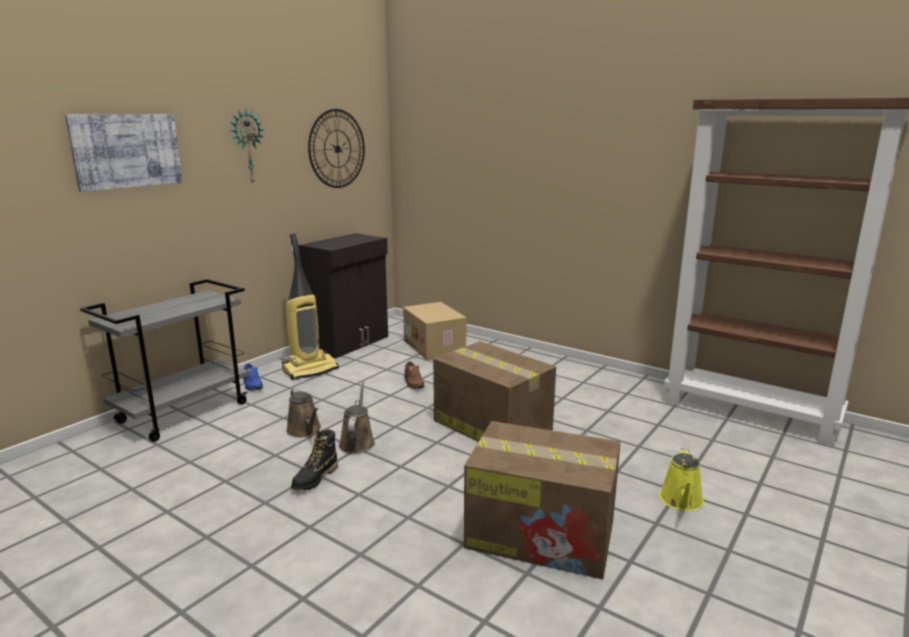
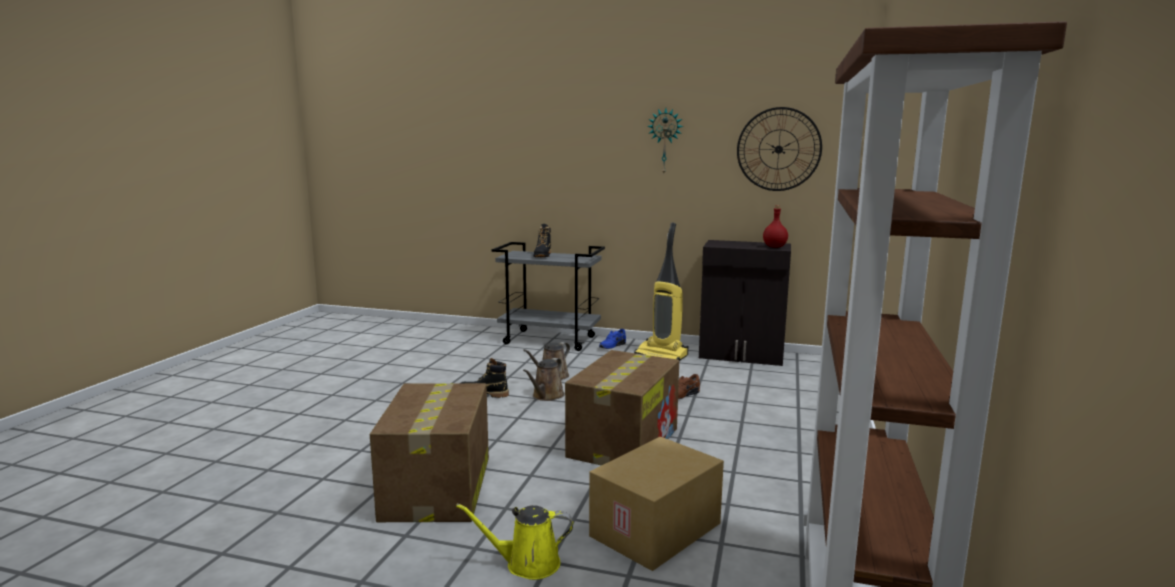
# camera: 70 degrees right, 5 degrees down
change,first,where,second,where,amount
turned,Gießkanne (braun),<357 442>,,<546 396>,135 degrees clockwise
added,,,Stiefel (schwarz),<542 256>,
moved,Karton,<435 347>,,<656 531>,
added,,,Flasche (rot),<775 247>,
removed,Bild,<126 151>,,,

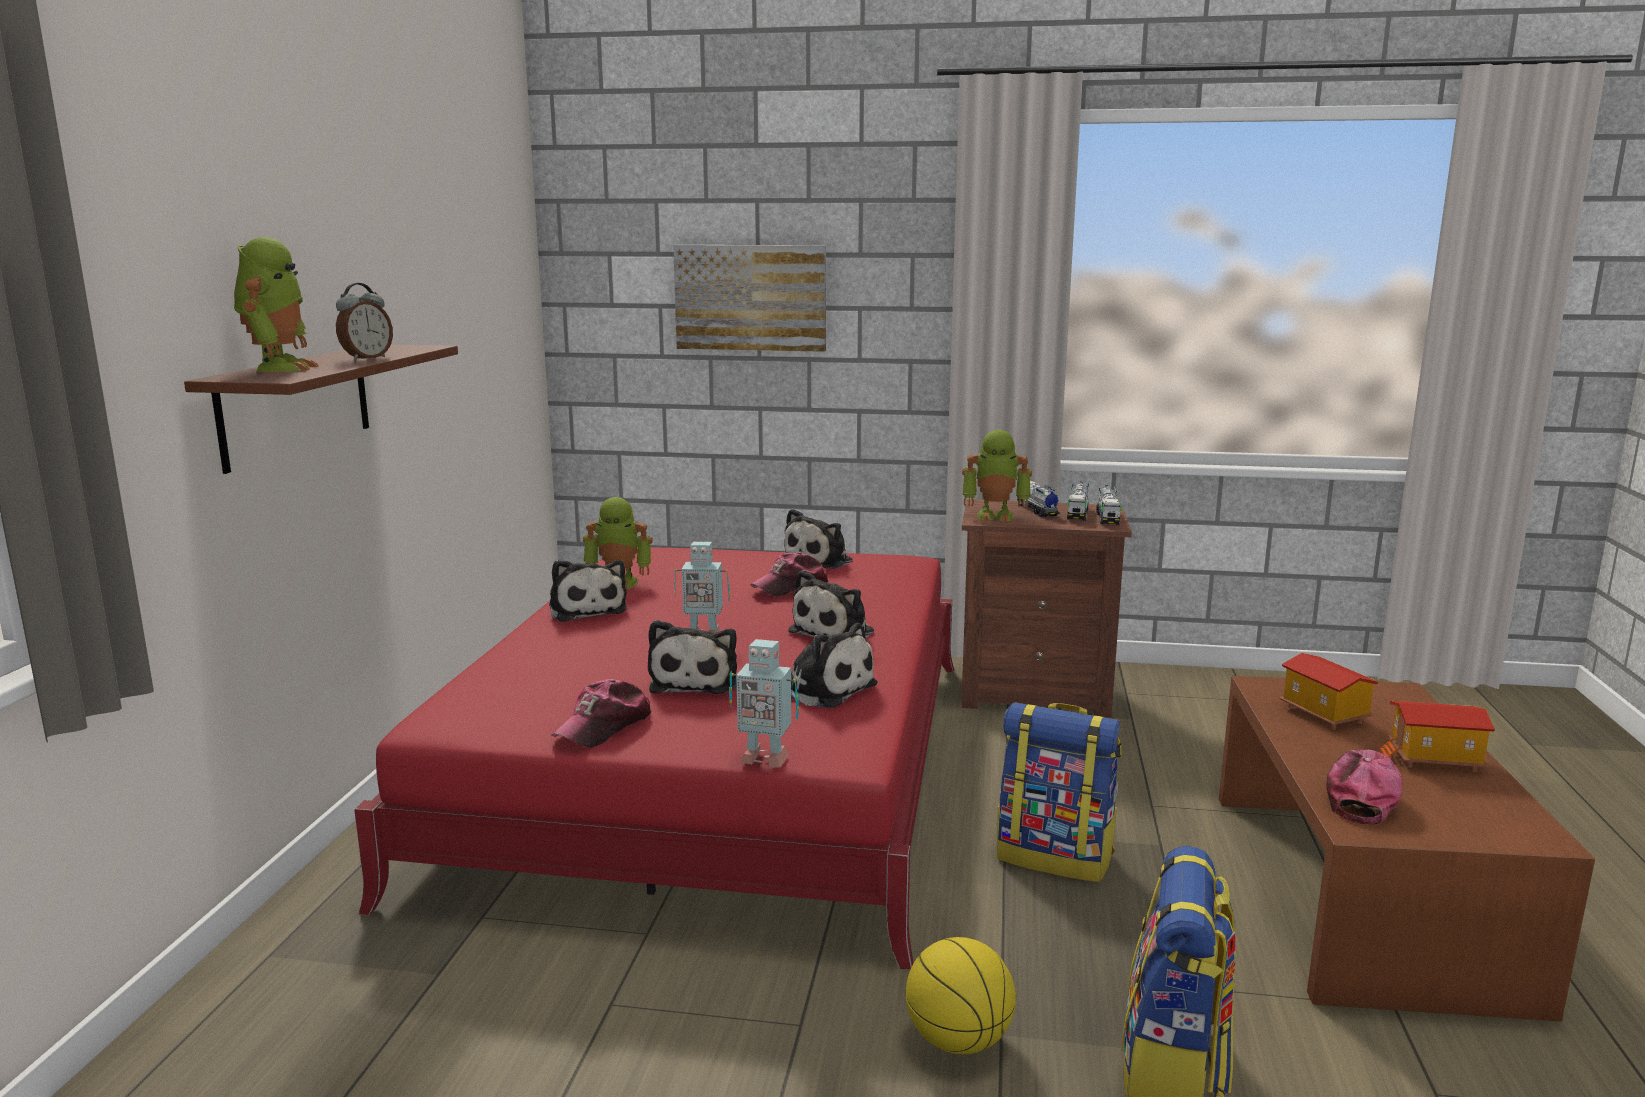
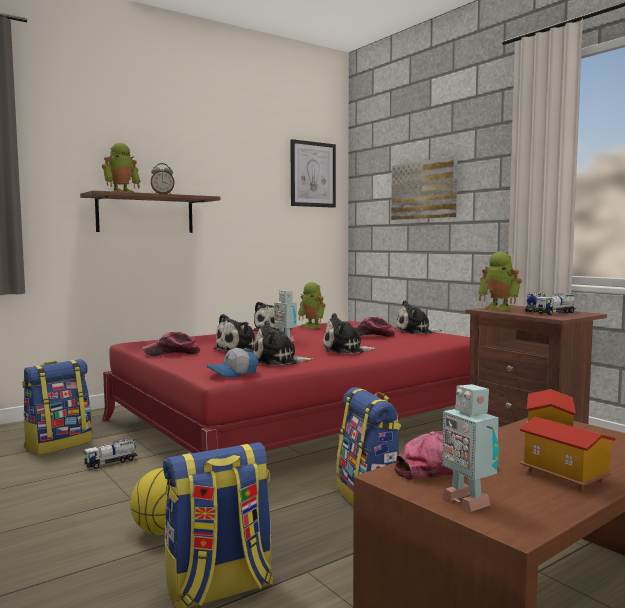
# camera: 45 degrees right, 10 degrees down
change,first,where,second,where,amount
added,,,Rucksack,<59 444>,
moved,Spielzeuglaster,<1107 518>,,<111 462>,
added,,,Kappe,<233 374>,
turned,Plüschtier,<824 688>,,<278 361>,90 degrees clockwise
added,,,Bild,<312 174>,
moved,Spielzeugroboter,<764 758>,,<467 500>,

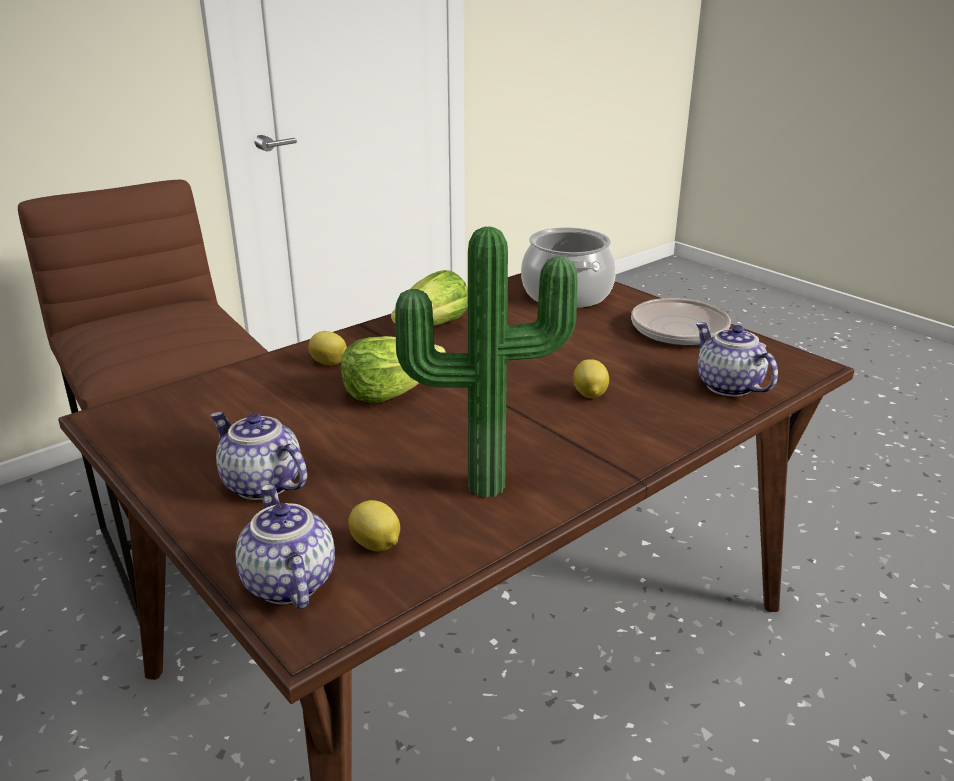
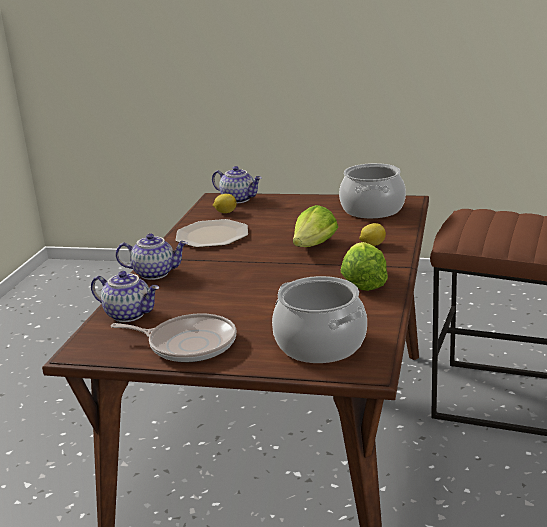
# camera: 145 degrees right, 5 degrees down
change,first,where,second,where,amount
moved,Teekanne,<260 485>,,<155 273>,
replaced,Topfpflanze,<484 482>,Teller,<212 236>,
added,,,Kochtopf,<373 210>,
removed,Zitrone,<589 395>,,,

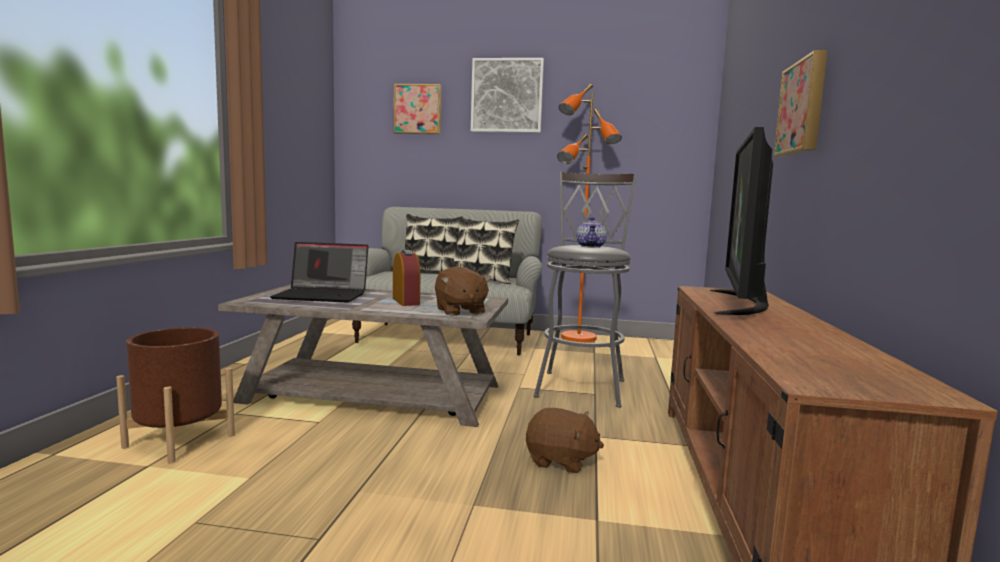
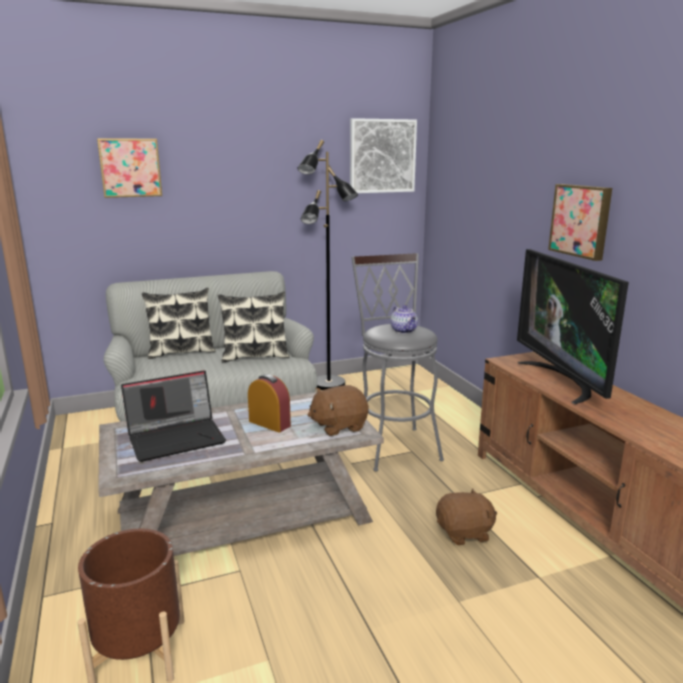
# camera: 30 degrees left, 10 degrees up
change,first,where,second,where,amount
recoloured,Stehlampe (orange),<578 338>,Stehlampe (schwarz),<329 384>,
turned,Plüschtier (braun),<459 311>,,<338 426>,120 degrees clockwise
moved,Bild,<507 96>,,<382 156>,

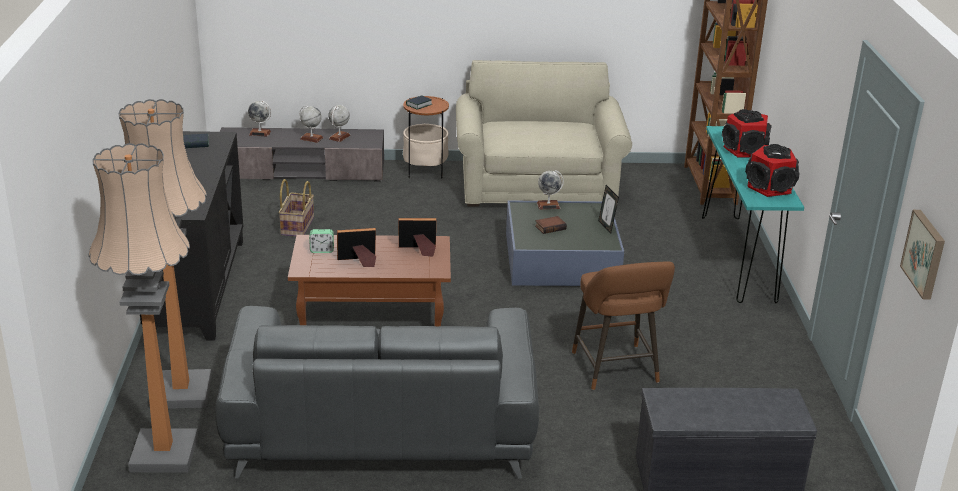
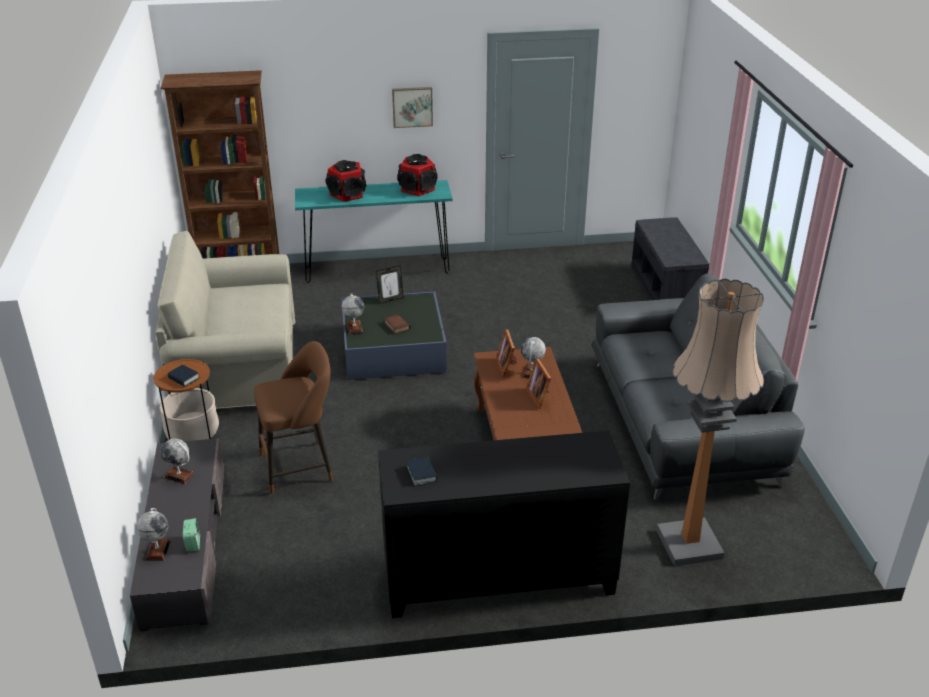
# camera: 95 degrees left, 5 degrees up
change,first,where,second,where,amount
moved,Wecker,<322 250>,,<193 543>,
moved,Hocker (braun),<616 370>,,<301 467>,
moved,Bild,<925 254>,,<412 106>,
moved,Globus,<311 138>,,<532 372>,
removed,Stehlampe,<164 454>,,,
removed,Korb,<296 226>,,,

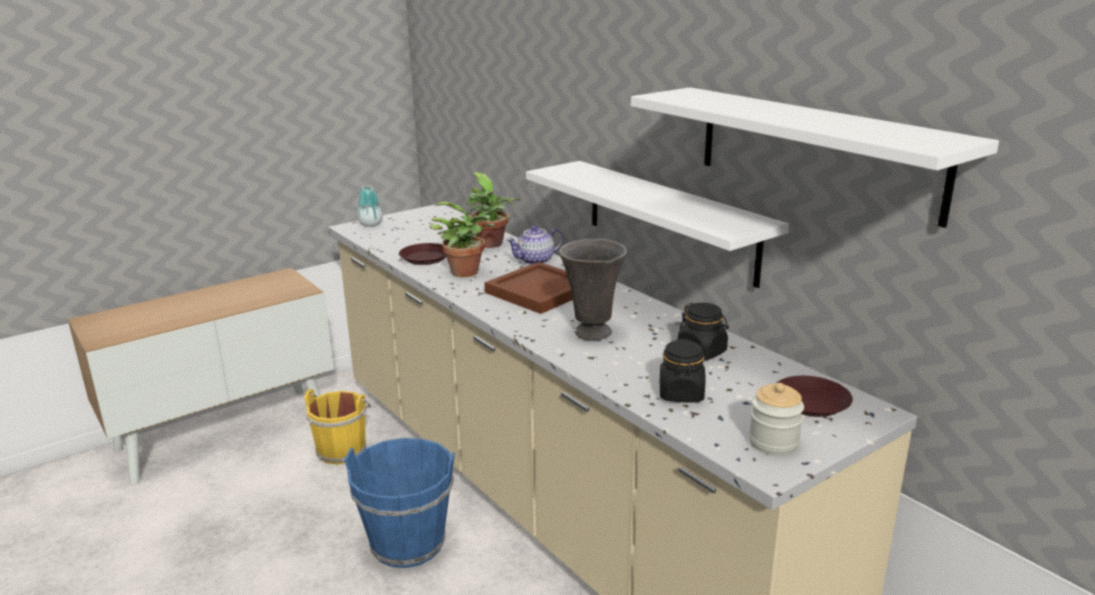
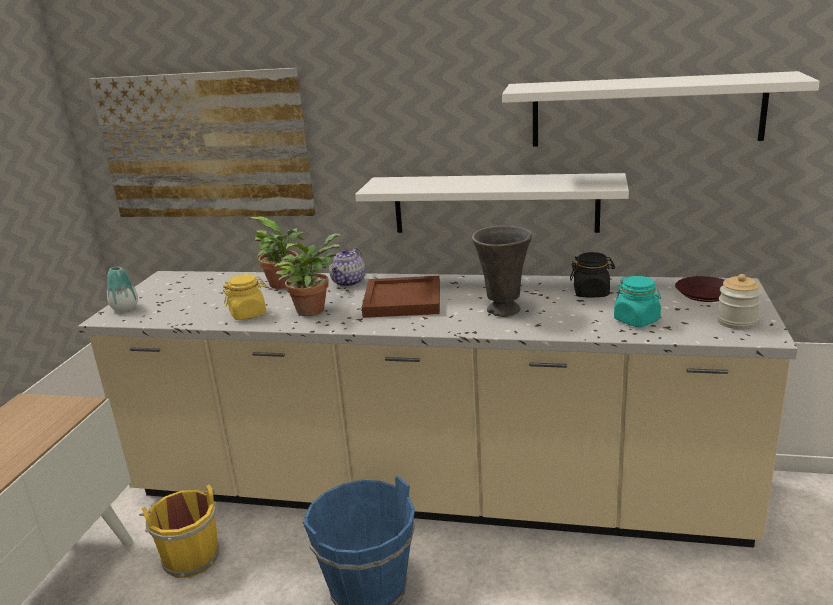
# camera: 40 degrees left, 0 degrees up
change,first,where,second,where,amount
added,,,Bild,<204 146>,
replaced,Teller (braun),<424 258>,Vorratsglas (gelb),<248 314>,
recoloured,Vorratsglas (schwarz),<681 394>,Vorratsglas (türkis),<637 320>,

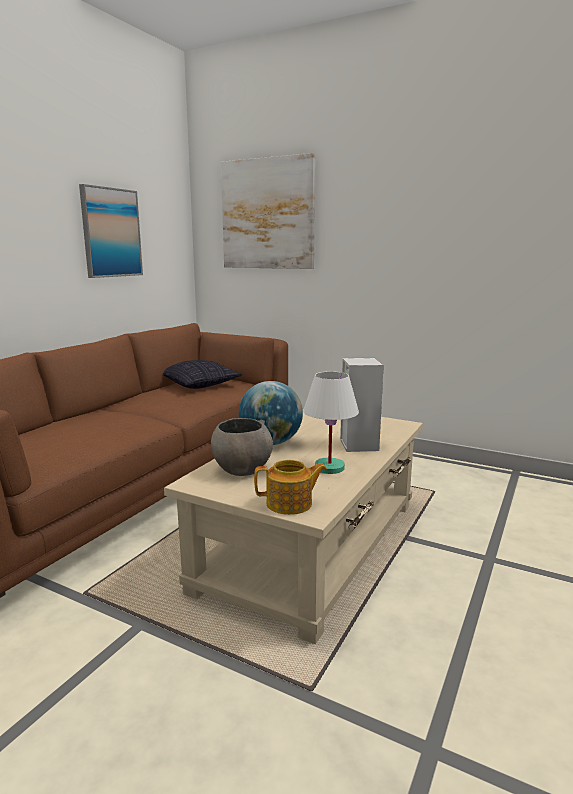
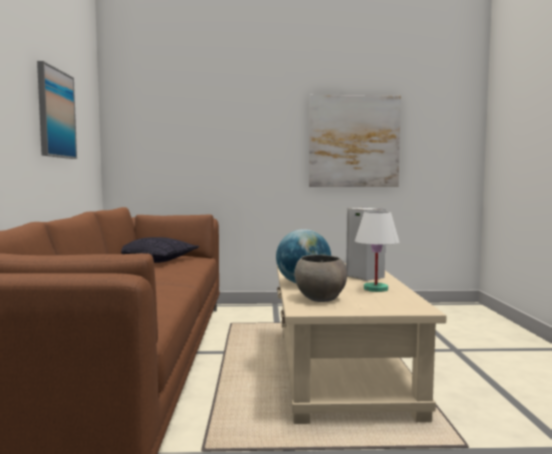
# camera: 30 degrees left, 10 degrees down
change,first,where,second,where,amount
moved,Bild,<268 214>,,<354 141>,
removed,Teekanne,<290 504>,,,

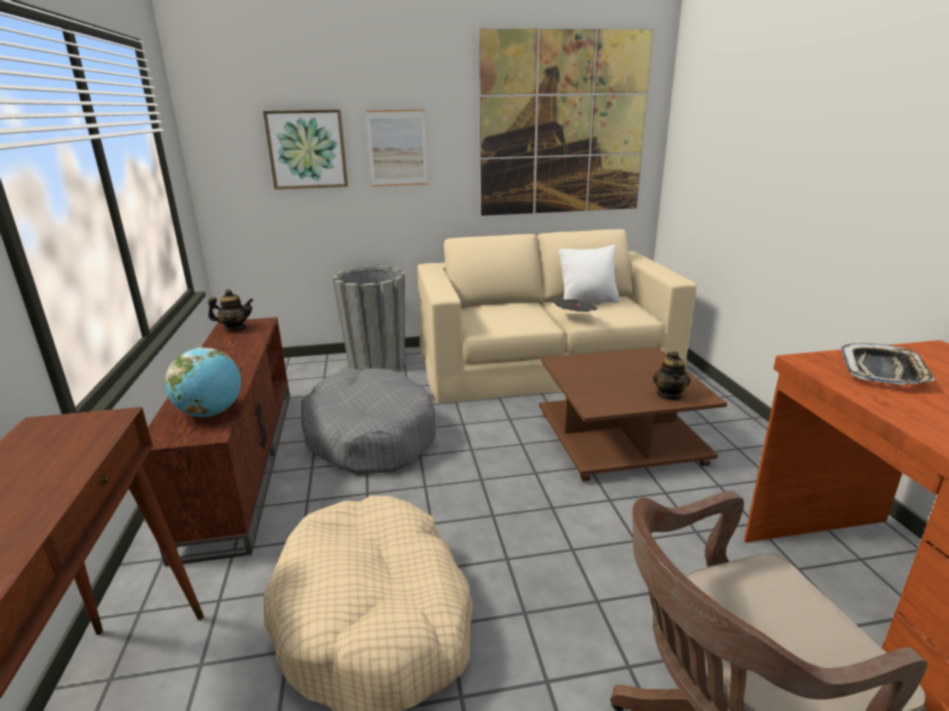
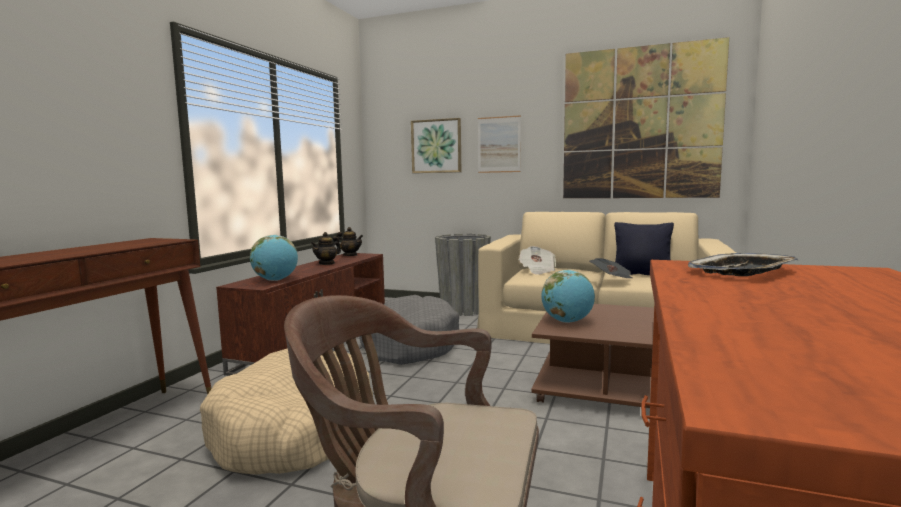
# camera: 30 degrees right, 15 degrees down
change,first,where,second,where,amount
moved,Teekanne,<669 395>,,<327 263>,
added,,,Zeitung,<537 271>,
added,,,Globus,<567 322>,
recoloured,Kissen (weiß),<588 302>,Kissen (schwarz),<642 274>,

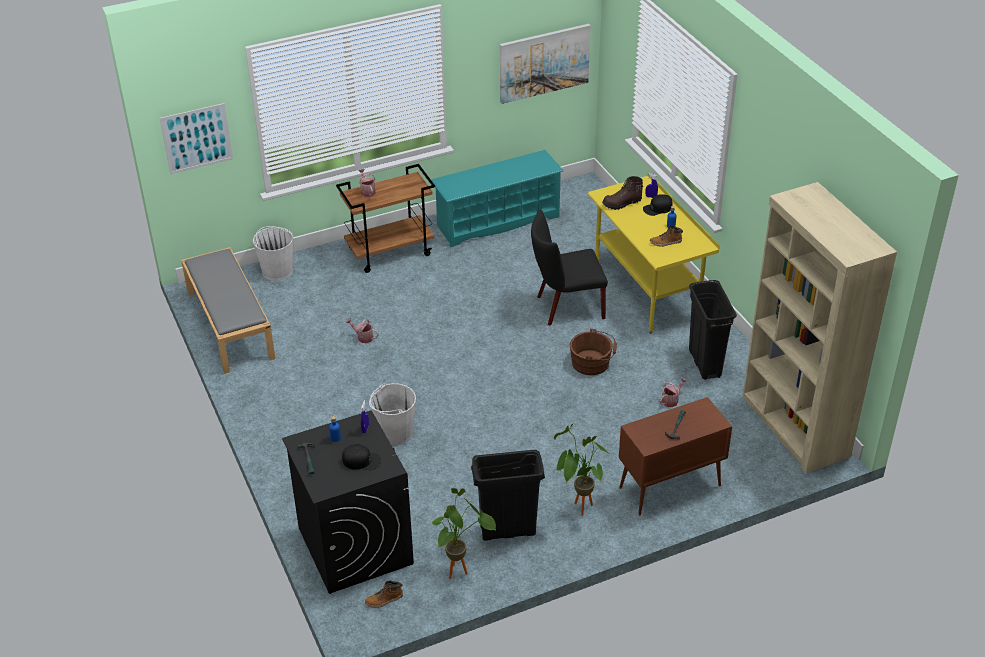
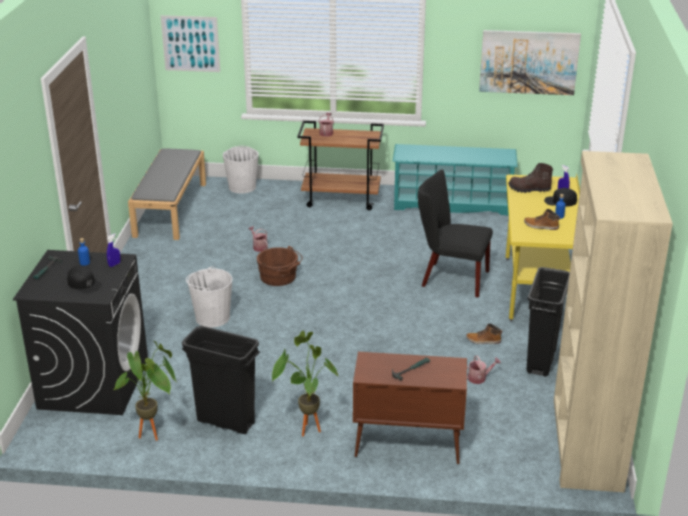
# camera: 30 degrees right, 10 degrees down
change,first,where,second,where,amount
moved,Eimer (braun),<592 363>,,<279 277>,
moved,Stiefel,<384 600>,,<483 341>,

